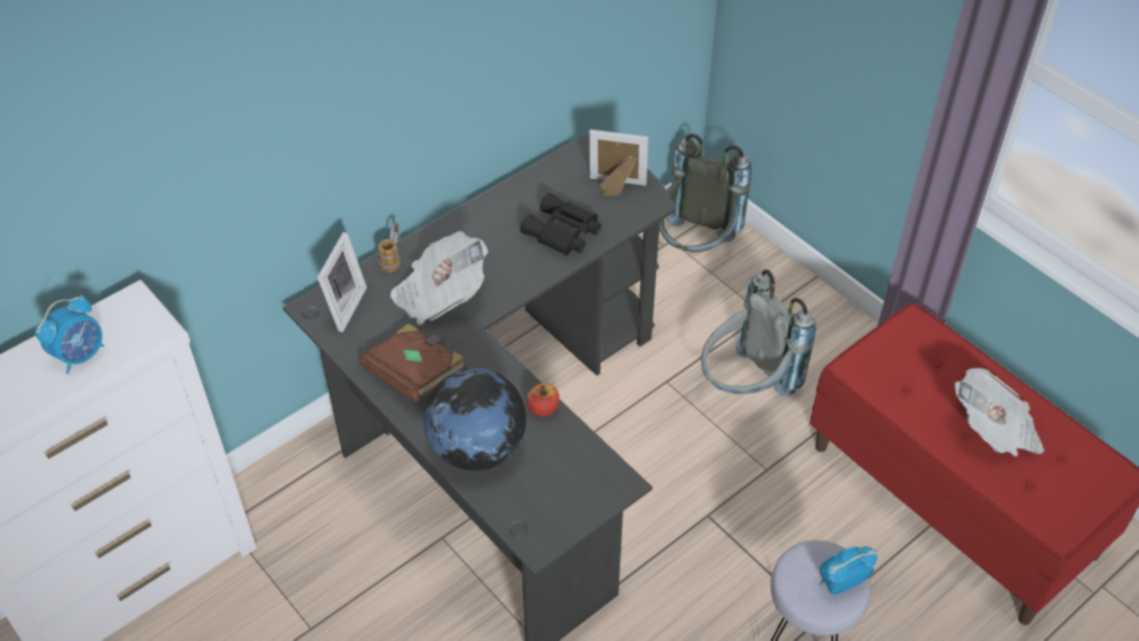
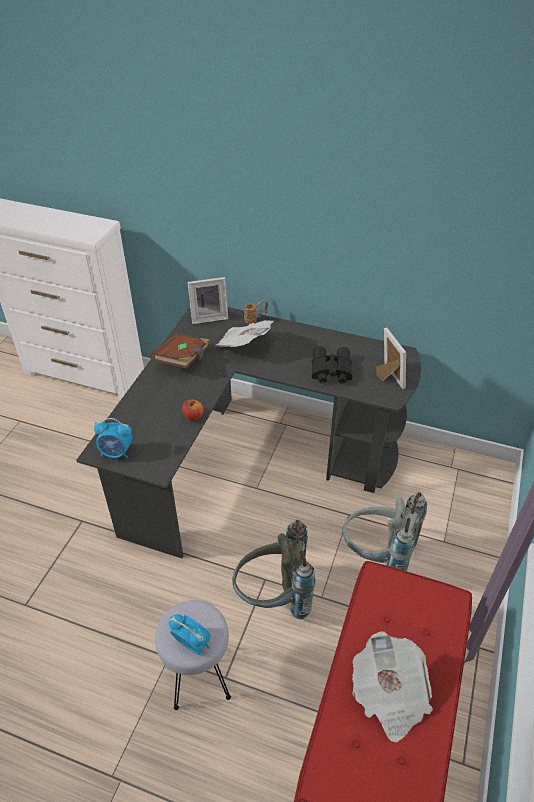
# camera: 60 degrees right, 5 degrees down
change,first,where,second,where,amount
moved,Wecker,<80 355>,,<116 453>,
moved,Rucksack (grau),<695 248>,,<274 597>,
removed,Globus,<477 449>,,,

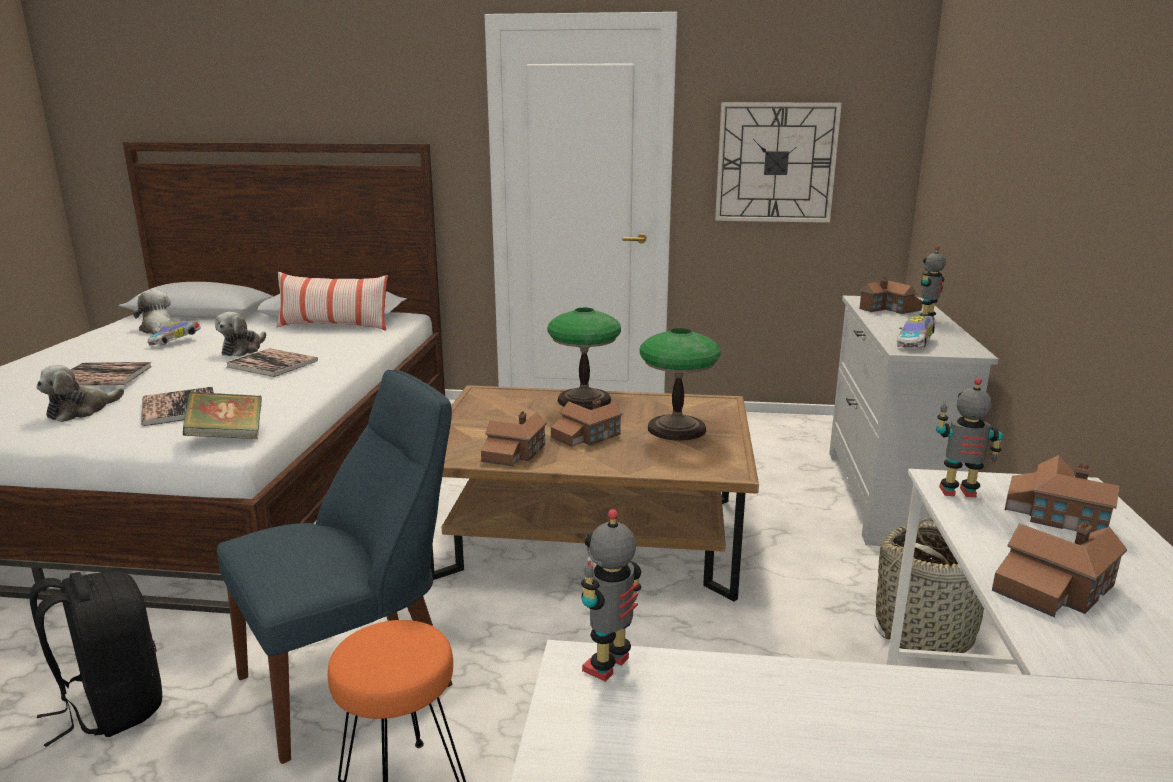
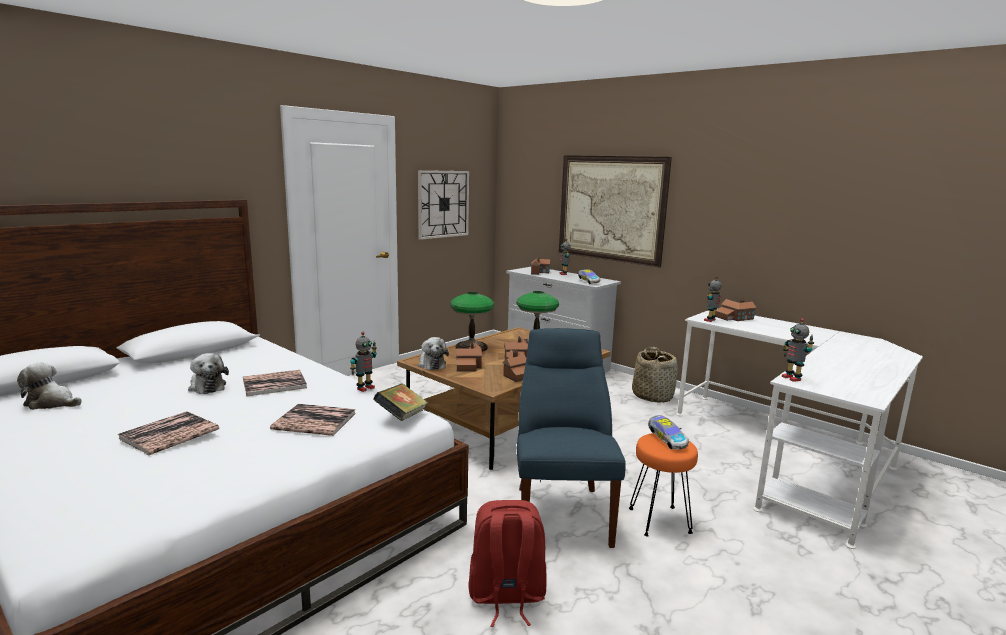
# camera: 55 degrees left, 5 degrees down
change,first,where,second,where,amount
added,,,Spielzeugroboter,<365 388>,
moved,Plüschtier,<81 411>,,<431 364>,
moved,Spielzeughaus,<1054 588>,,<469 365>,
recoloured,Rucksack (schwarz),<112 707>,Rucksack (rot),<506 597>,
added,,,Bild,<611 208>,
moved,Spielzeugauto,<176 341>,,<666 440>,
removed,Kissen,<334 326>,,,

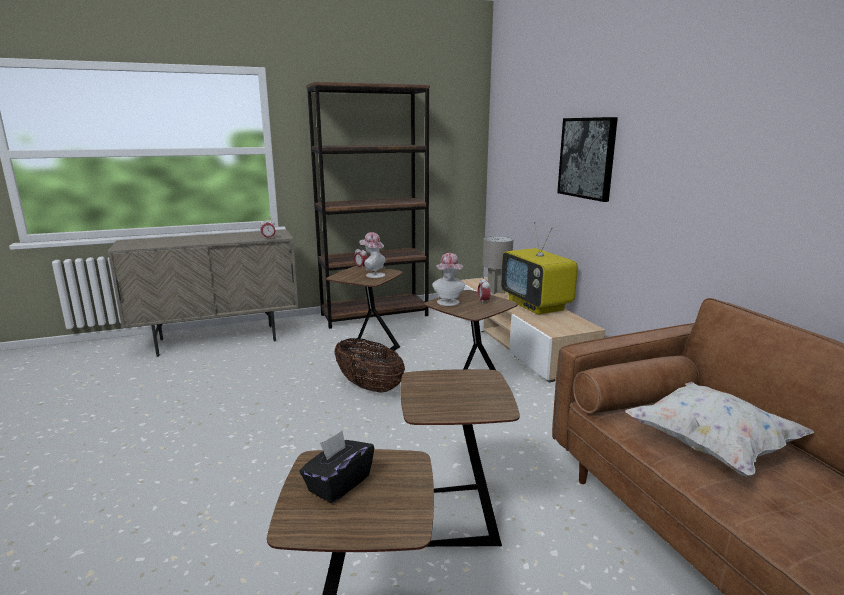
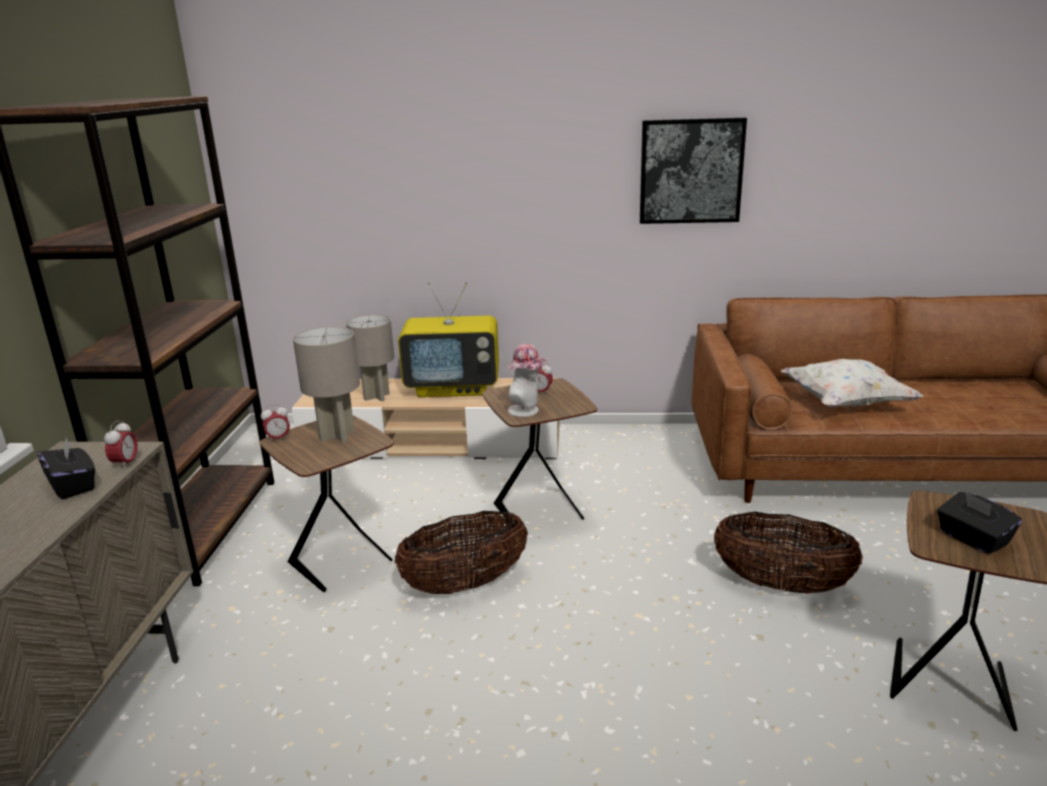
# camera: 65 degrees left, 5 degrees up
change,first,where,second,where,amount
added,,,Taschentuchbox (schwarz),<73 486>,
replaced,Hut,<373 275>,Tischlampe (grau),<338 436>,
moved,Bild,<587 158>,,<691 171>,
replaced,Beistelltisch (braun),<454 517>,Korb,<781 585>,

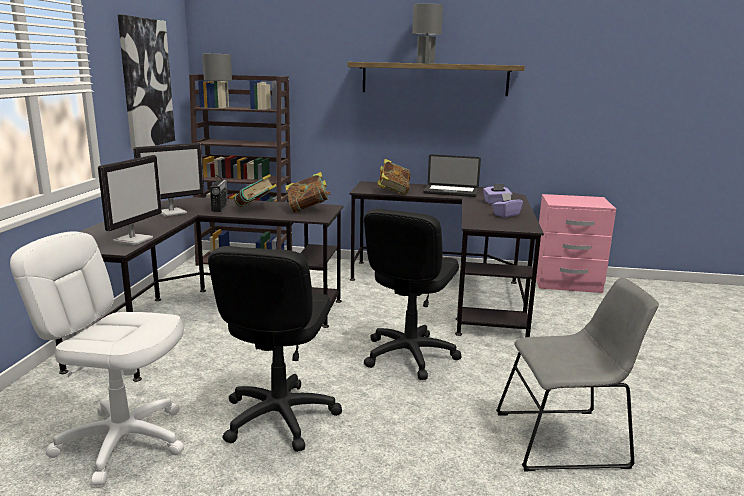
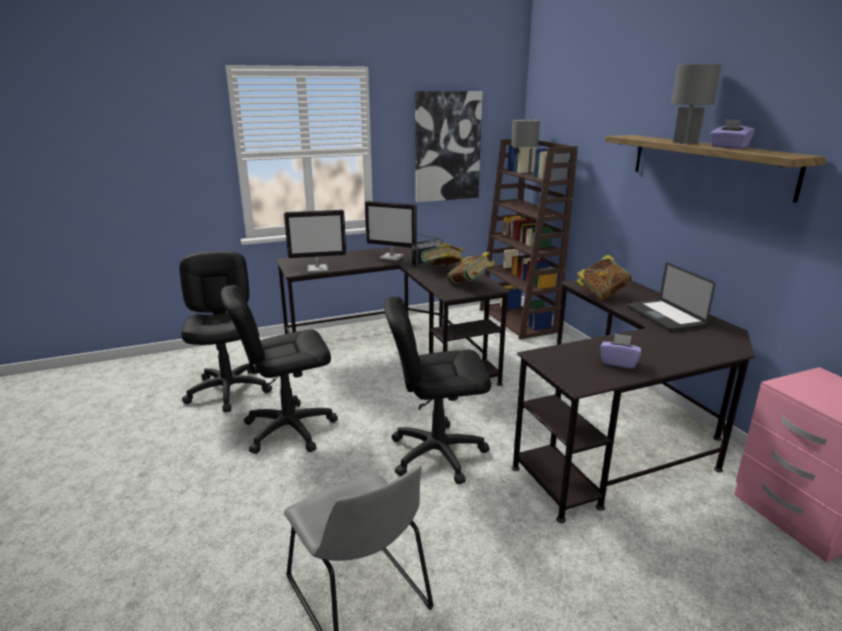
# camera: 60 degrees right, 5 degrees up
change,first,where,second,where,amount
recoloured,Bürostuhl (weiß),<123 441>,Bürostuhl (schwarz),<229 390>,
moved,Taschentuchbox (lila),<496 202>,,<728 147>,

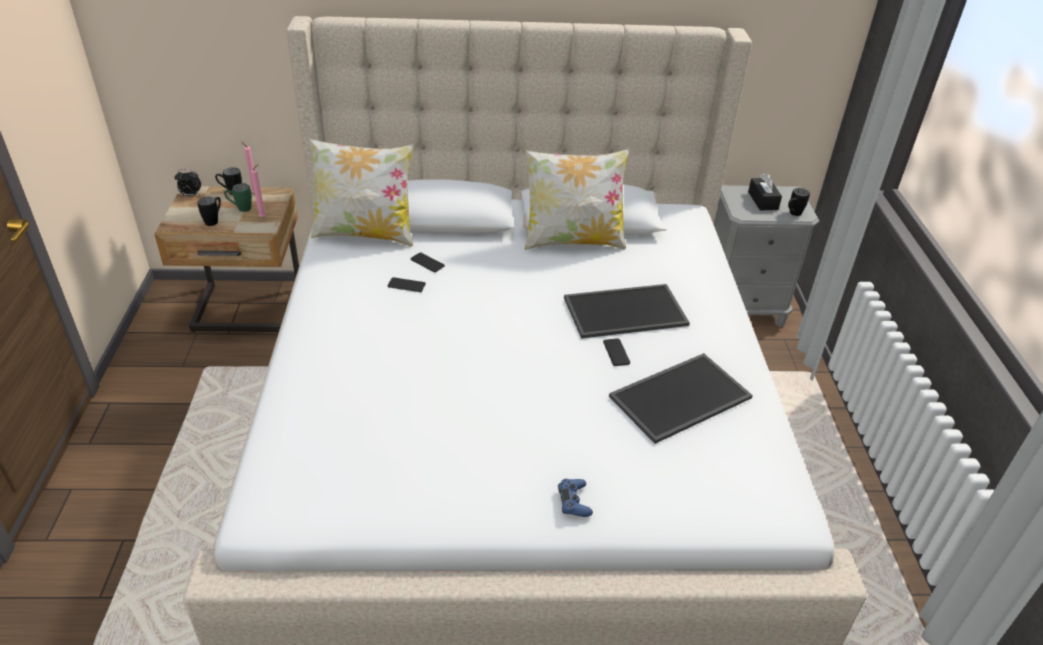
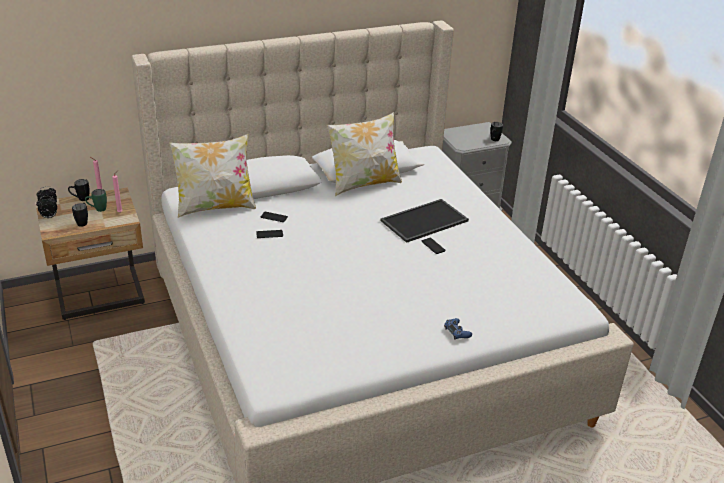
# camera: 20 degrees left, 5 degrees down
change,first,where,second,where,amount
added,,,Wecker,<49 217>,
removed,Tablett,<680 395>,,,
removed,Taschentuchbox (schwarz),<762 200>,,,

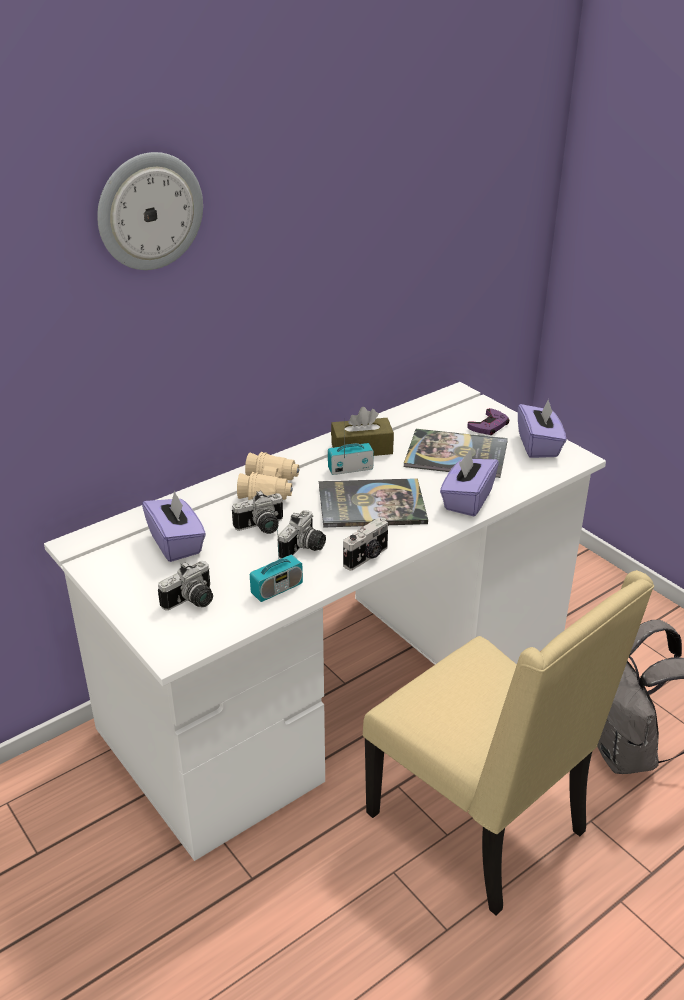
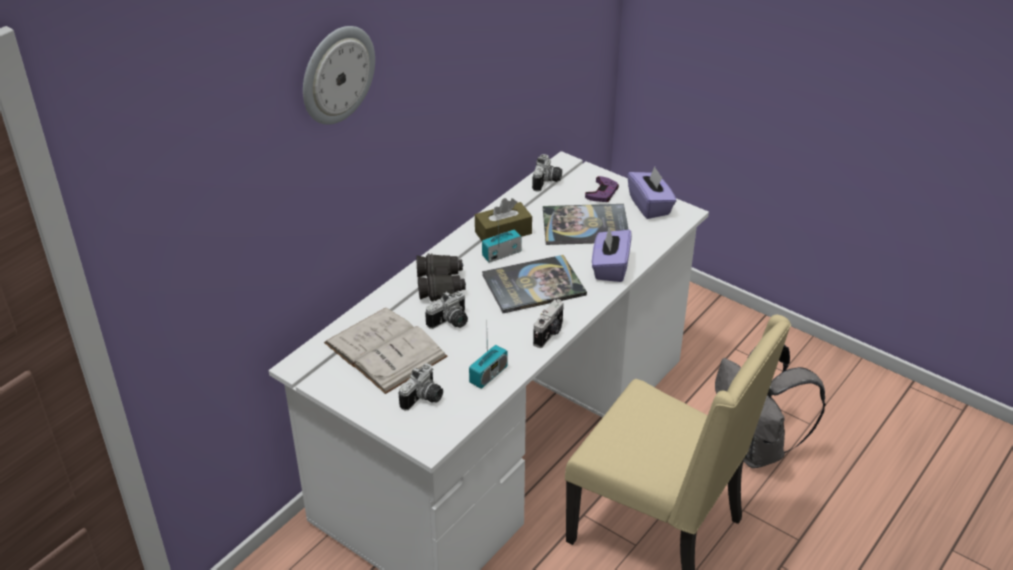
# camera: 15 degrees left, 5 degrees up
change,first,where,second,where,amount
replaced,Taschentuchbox (lila),<176 543>,Buch (weiß),<385 350>,
recoloured,Fernglas (beige),<269 489>,Fernglas (schwarz),<441 285>,
moved,Kamera,<305 548>,,<548 181>,

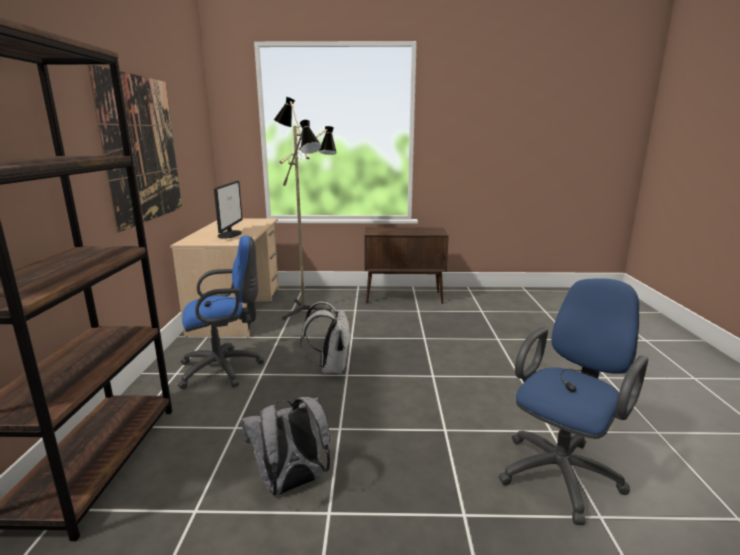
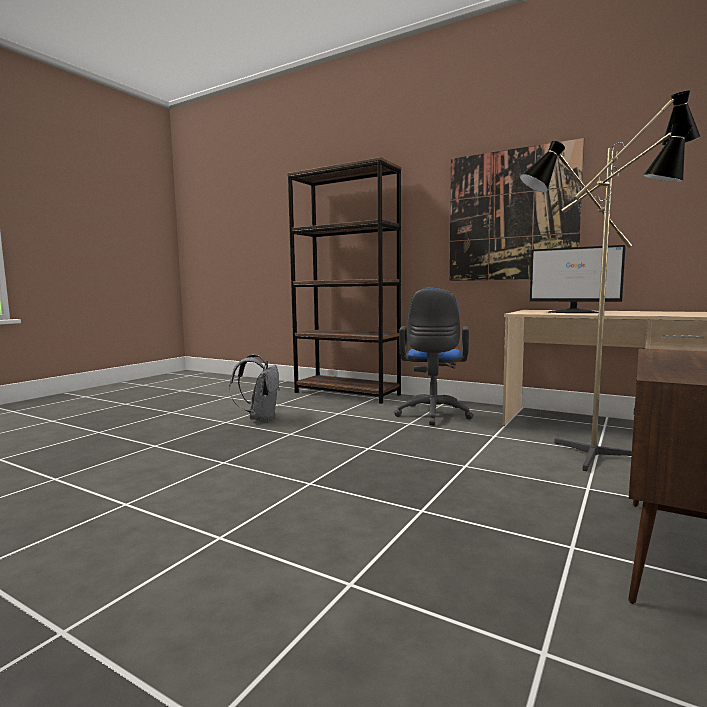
# camera: 120 degrees right, 10 degrees down
change,first,where,second,where,amount
removed,Rucksack (weiß),<330 368>,,,
removed,Bürostuhl (blau),<562 471>,,,

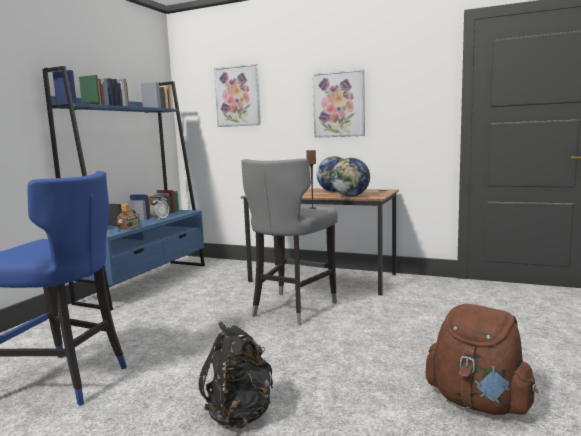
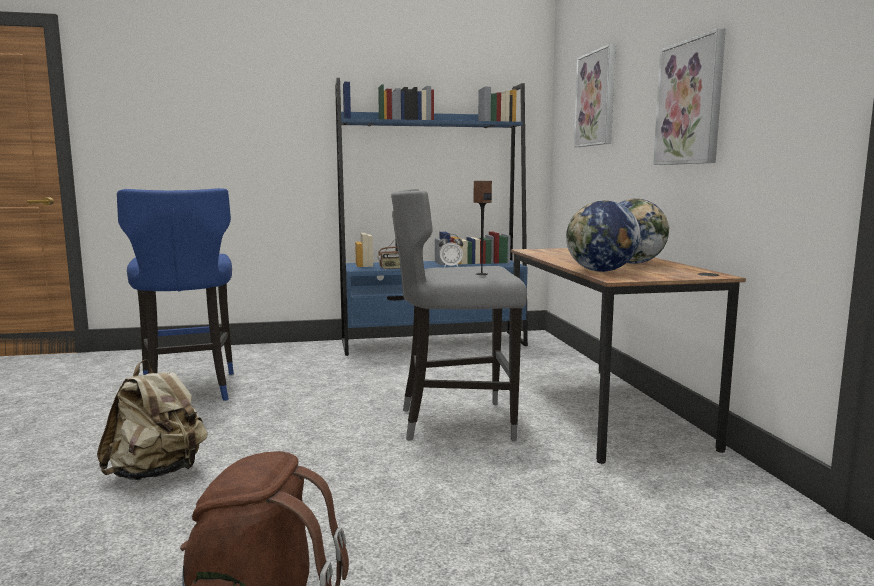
# camera: 55 degrees right, 0 degrees up
change,first,where,second,where,amount
recoloured,Rucksack (schwarz),<240 414>,Rucksack (beige),<157 473>,

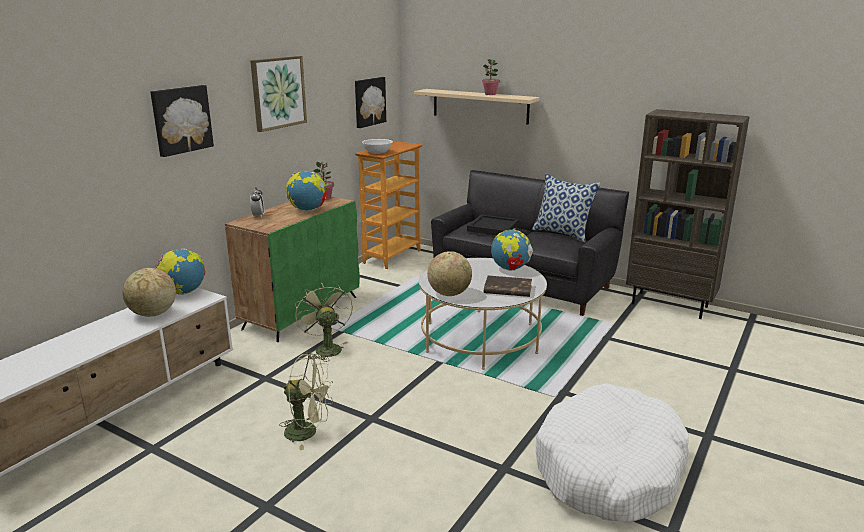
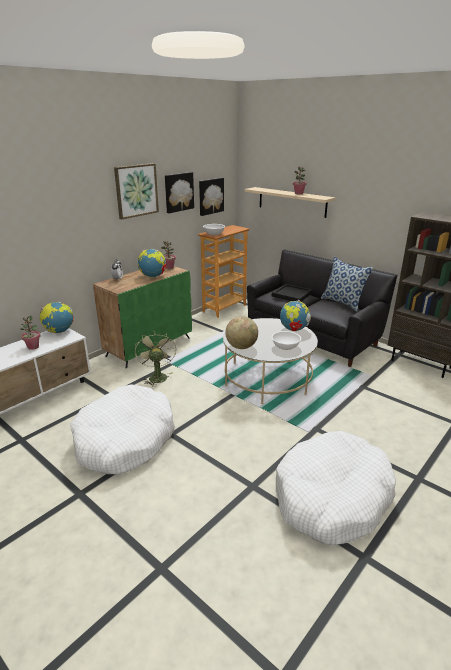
# camera: 10 degrees right, 5 degrees up
change,first,where,second,where,amount
replaced,Globus,<153 314>,Topfpflanze,<33 347>,
replaced,Ventilator (grün),<308 432>,Hundebett (weiß),<125 440>,
moved,Bild,<181 119>,,<178 192>,
replaced,Buch (braun),<507 289>,Schüssel (weiß),<285 346>,

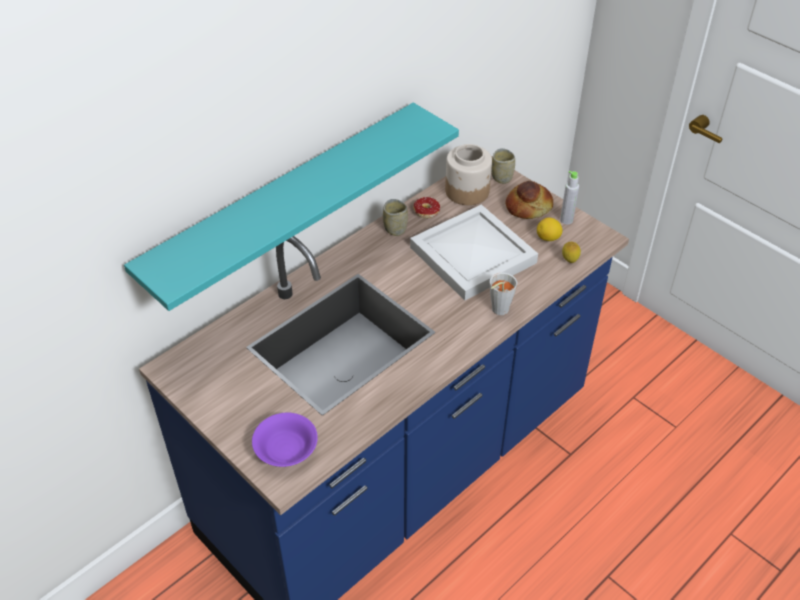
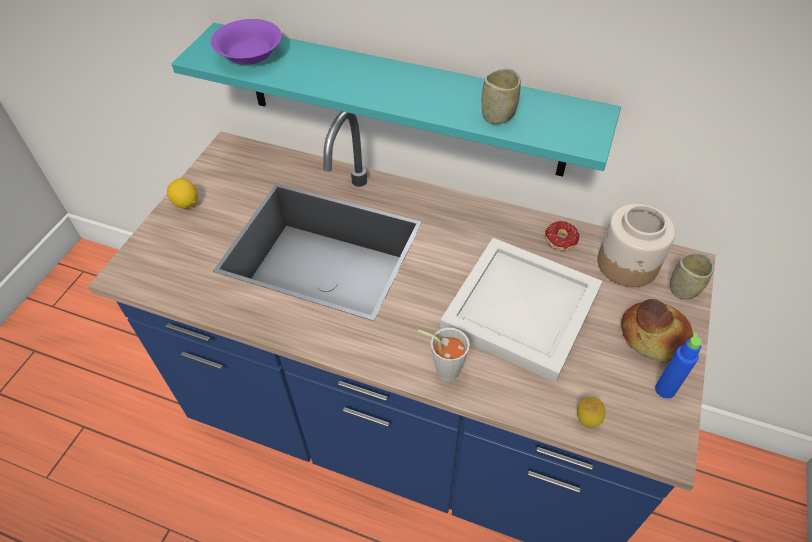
# camera: 65 degrees right, 5 degrees up
change,first,where,second,where,amount
moved,Zitrone,<548 238>,,<186 203>,
moved,Schüssel (lila),<286 448>,,<251 55>,
moved,Tasse,<395 229>,,<498 115>,
recoloured,Flasche (grau),<566 220>,Flasche (blau),<665 389>,

